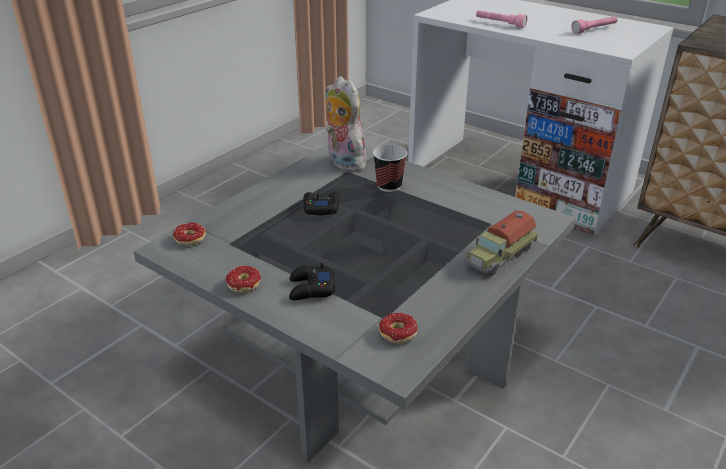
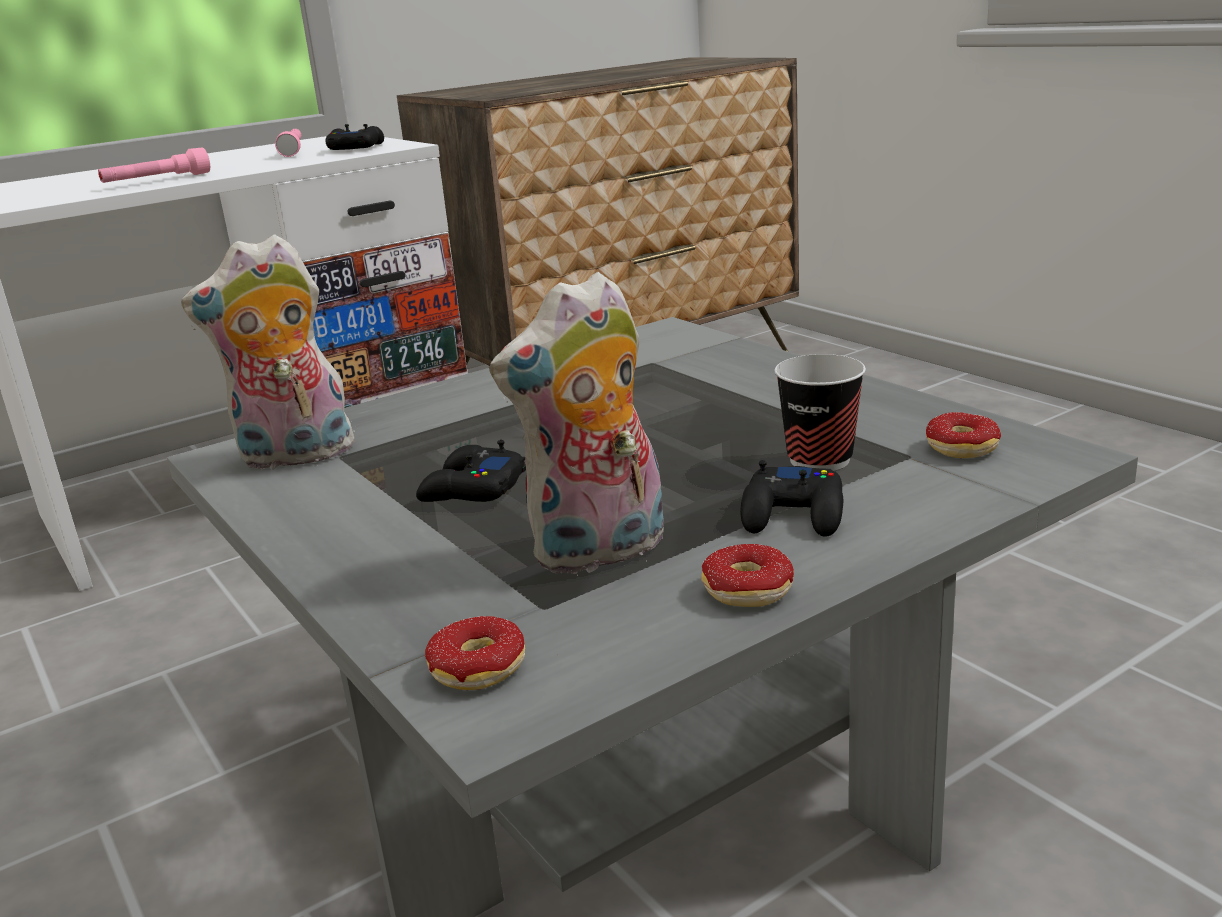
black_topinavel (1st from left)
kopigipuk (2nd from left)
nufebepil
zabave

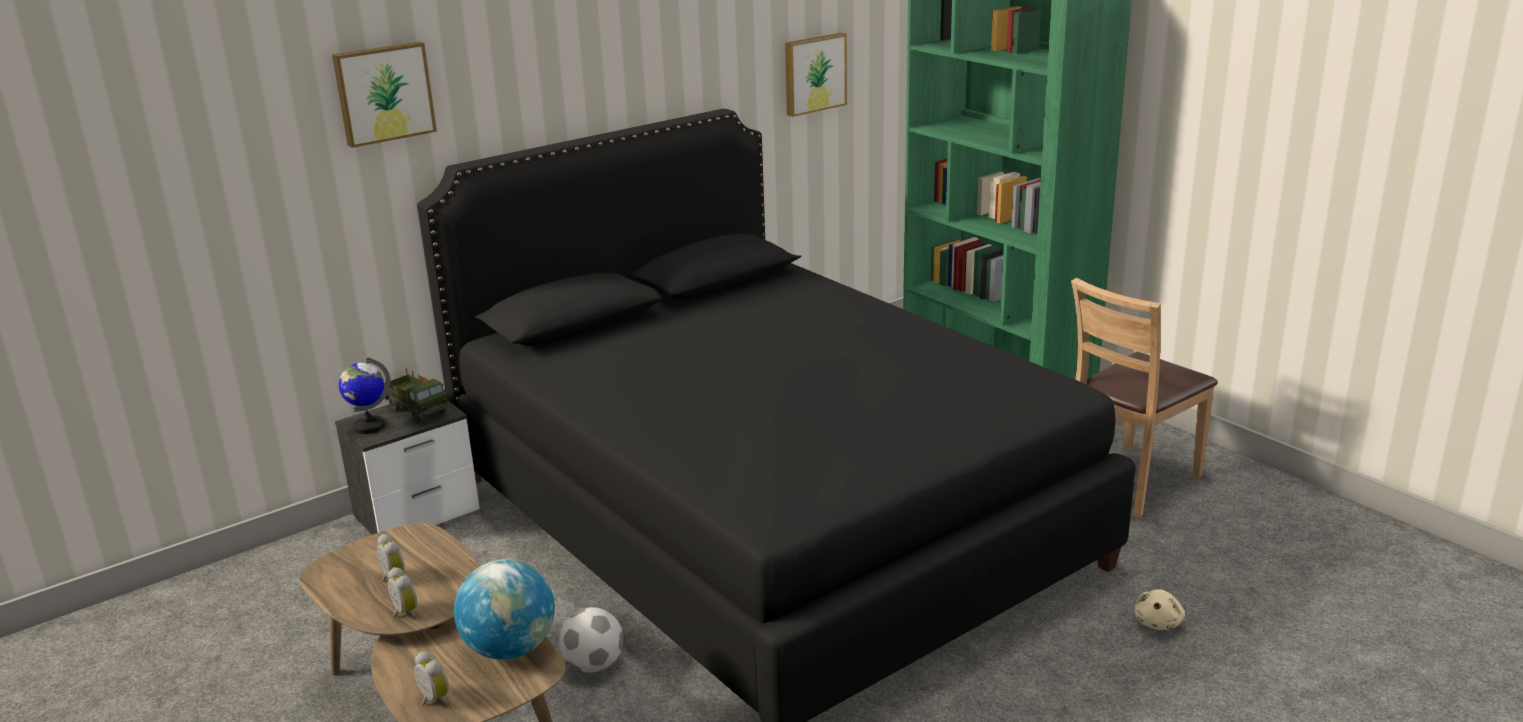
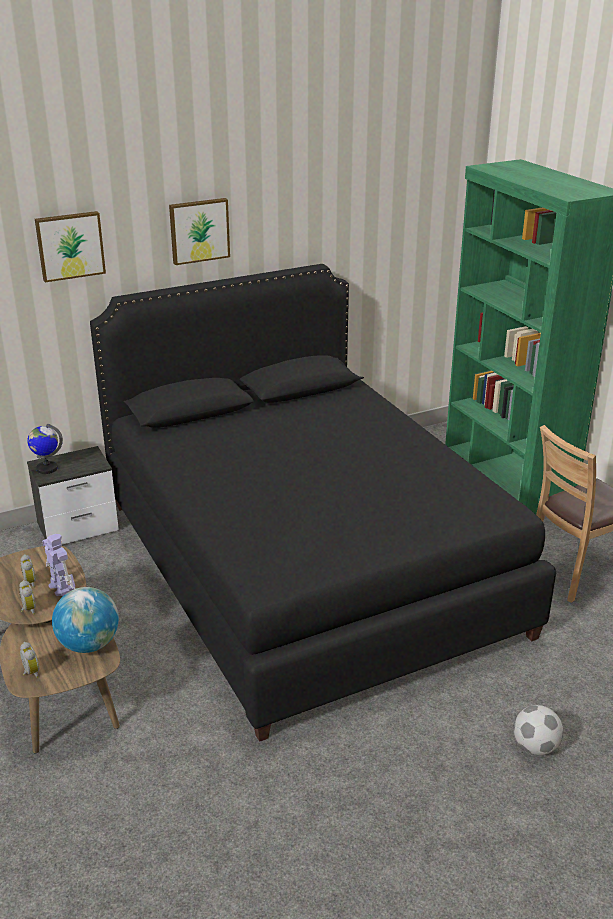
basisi
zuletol (2nd from left)
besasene
zabave
beige_kopigipuk

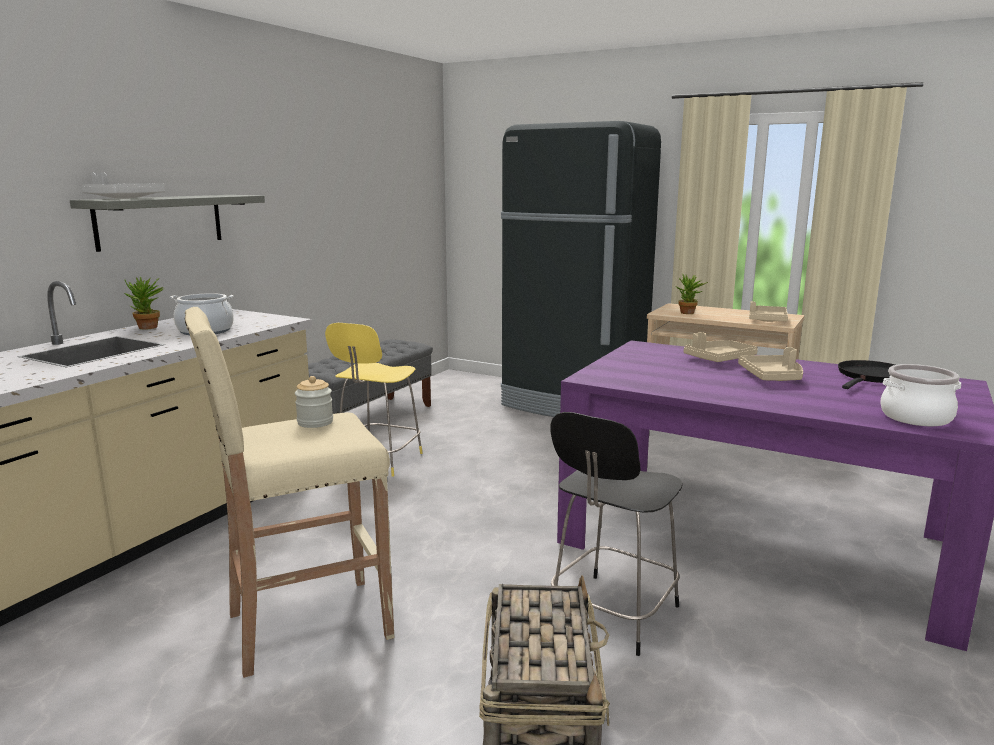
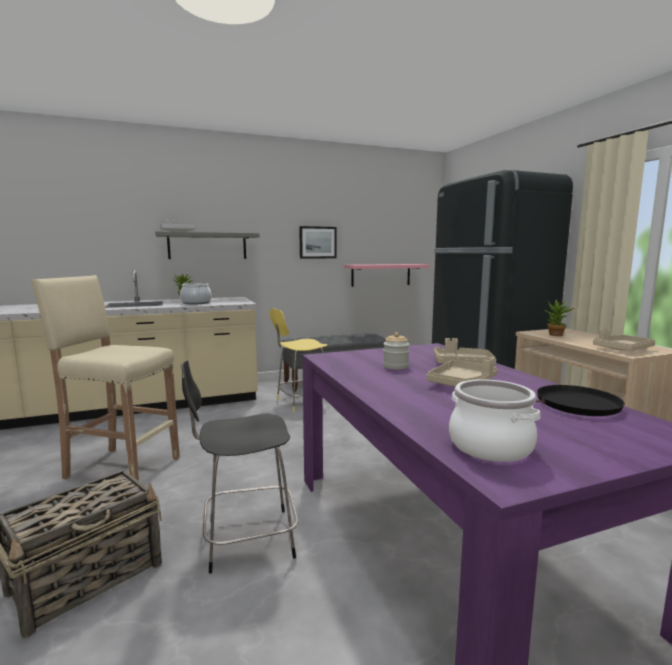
zuletol
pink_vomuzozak
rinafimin

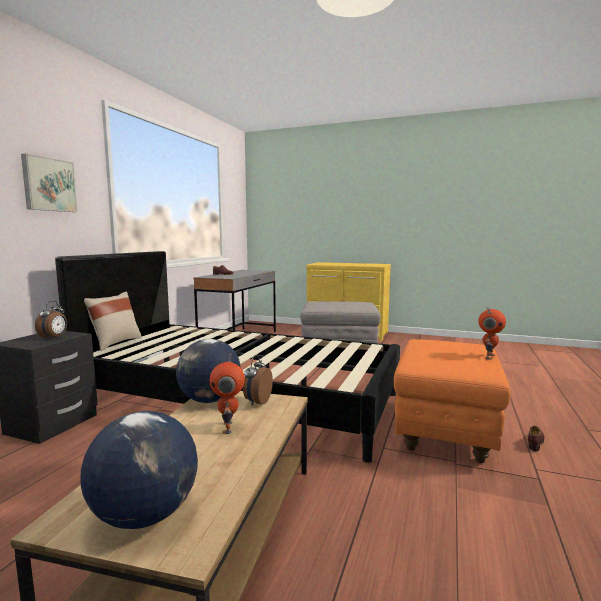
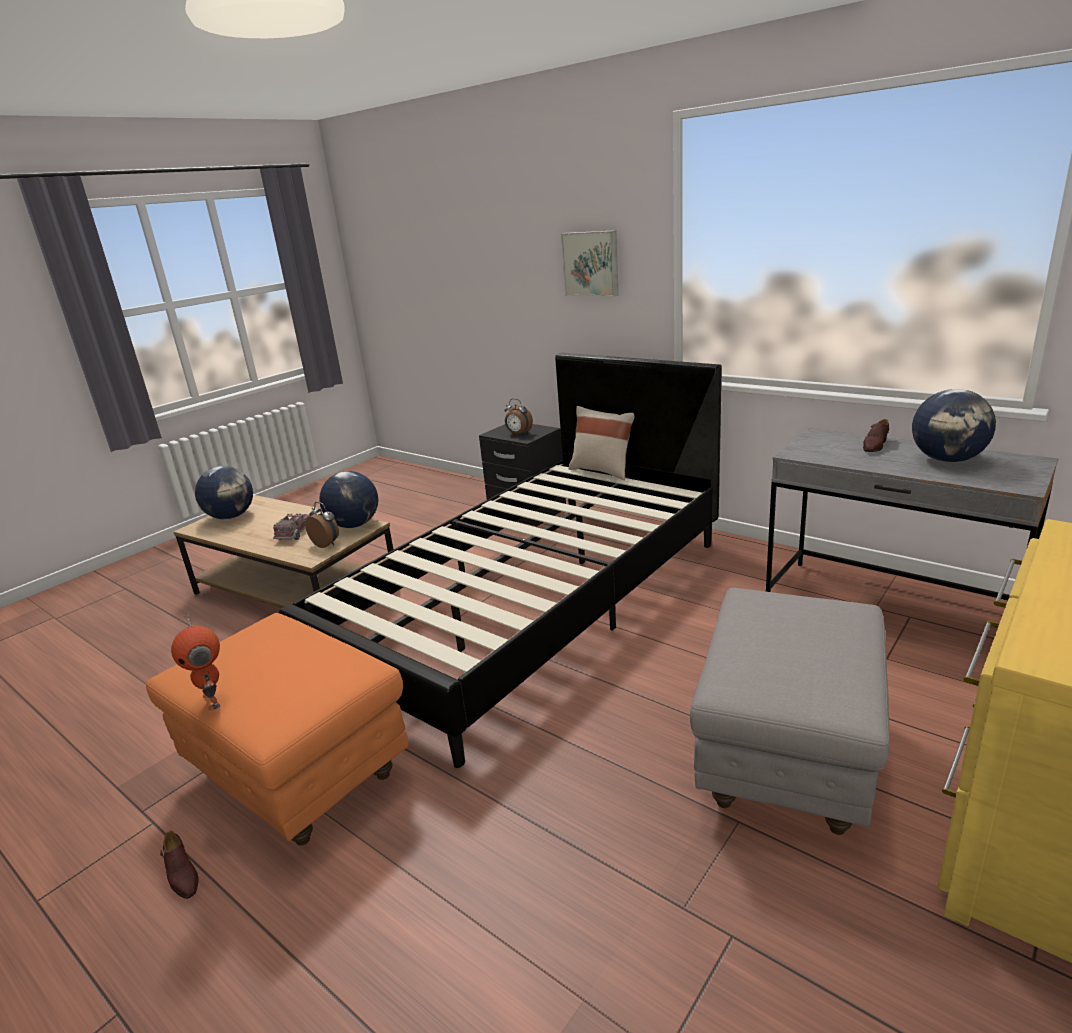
zabave
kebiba (3rd from left)

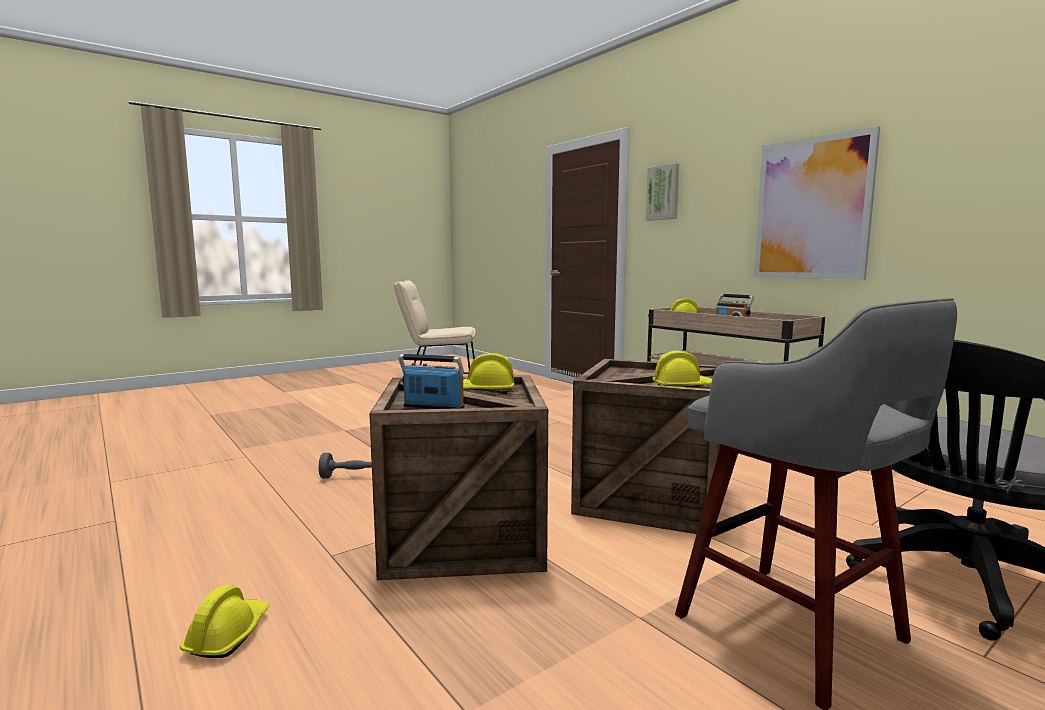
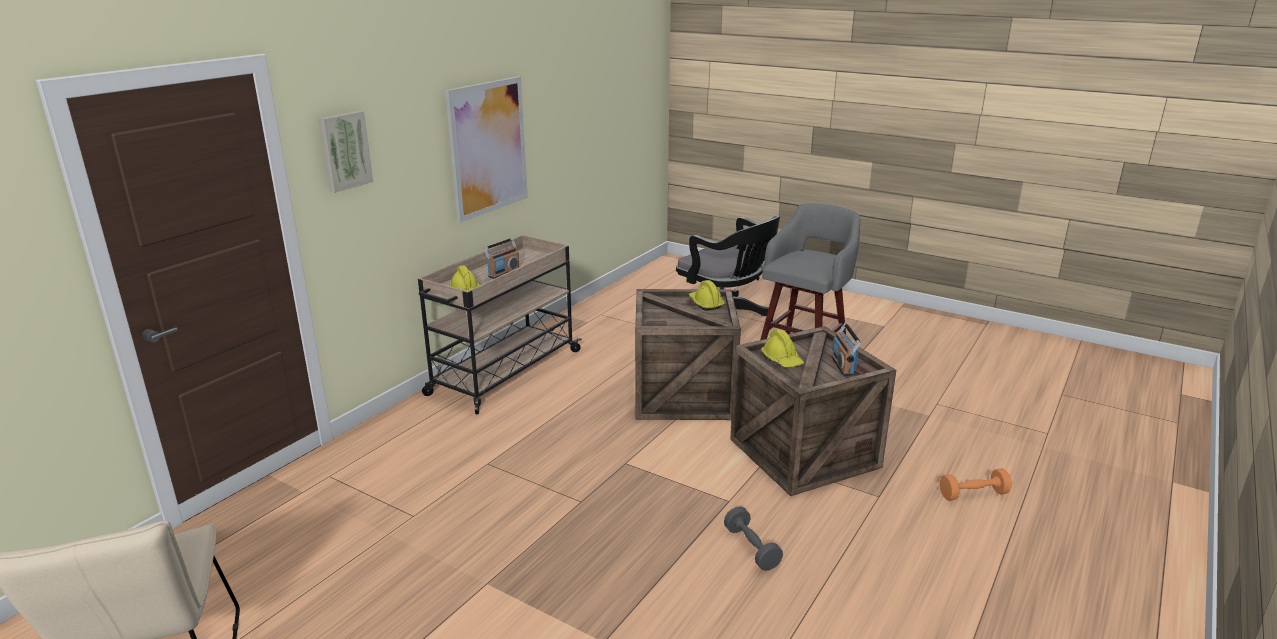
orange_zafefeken

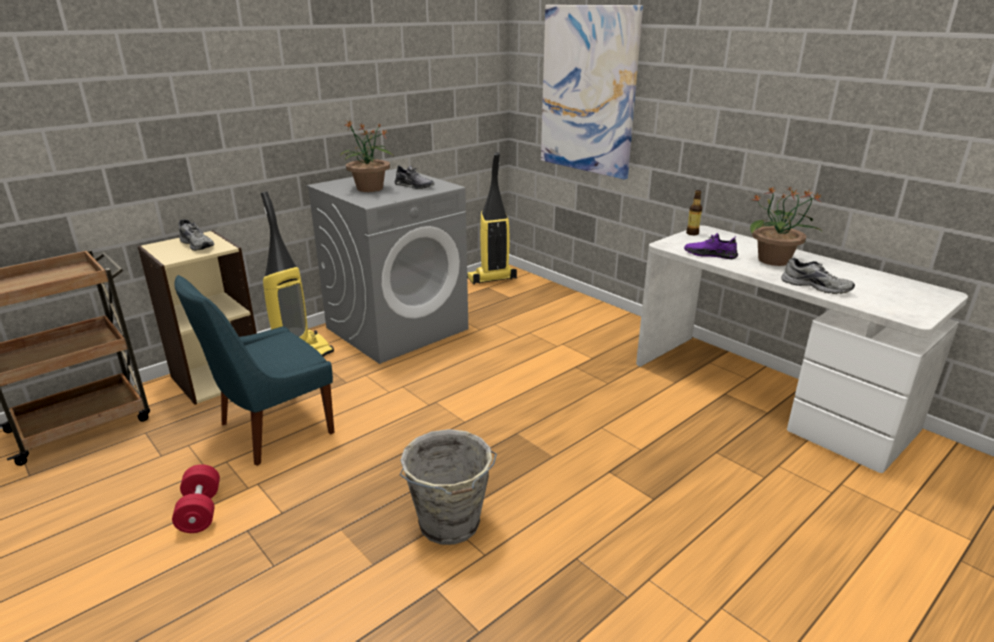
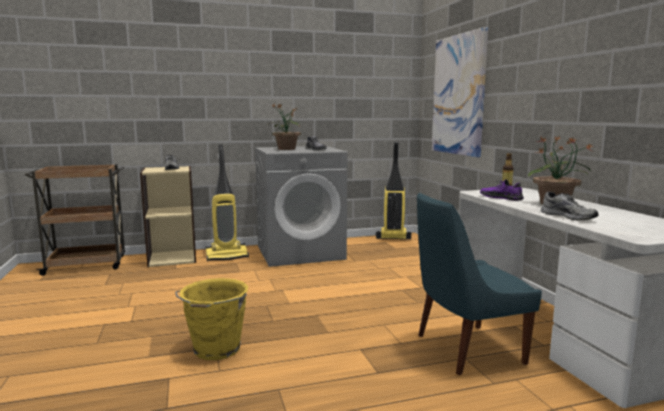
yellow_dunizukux
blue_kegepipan
red_zafefeken

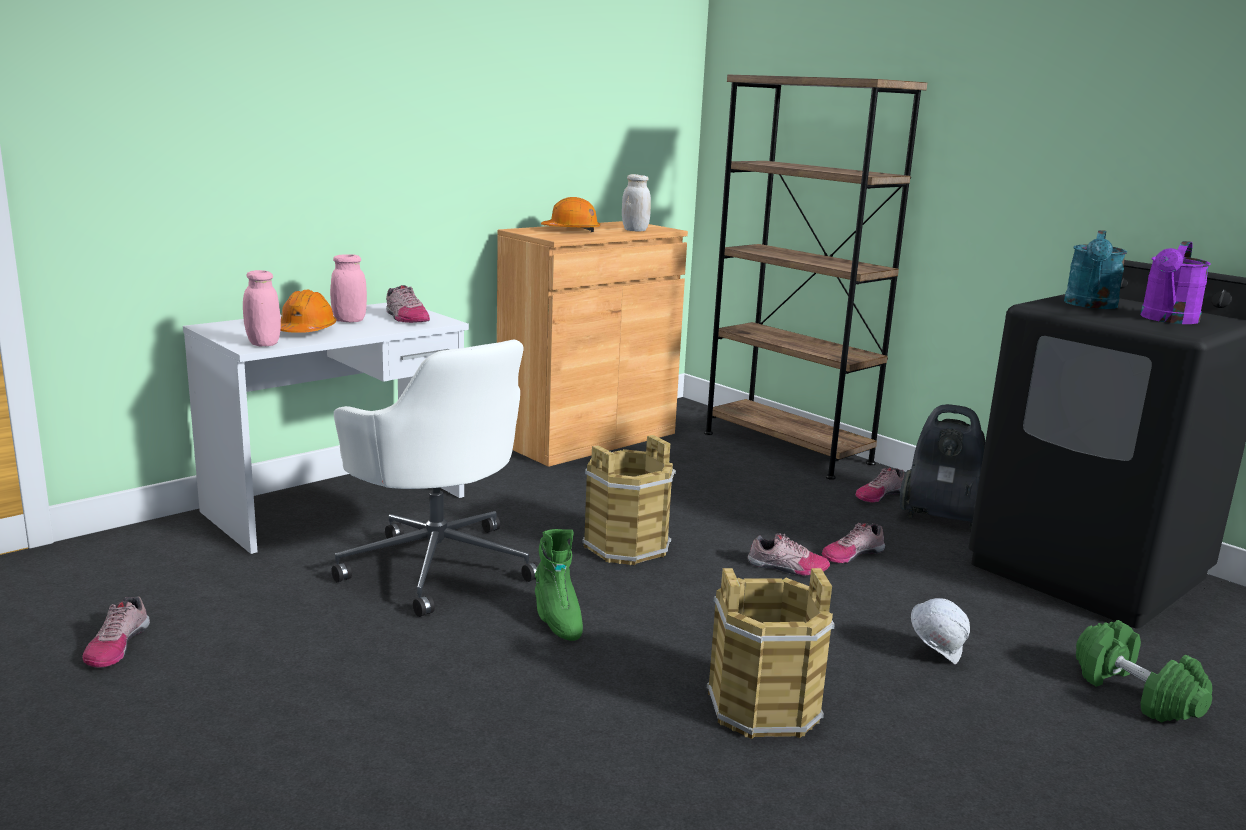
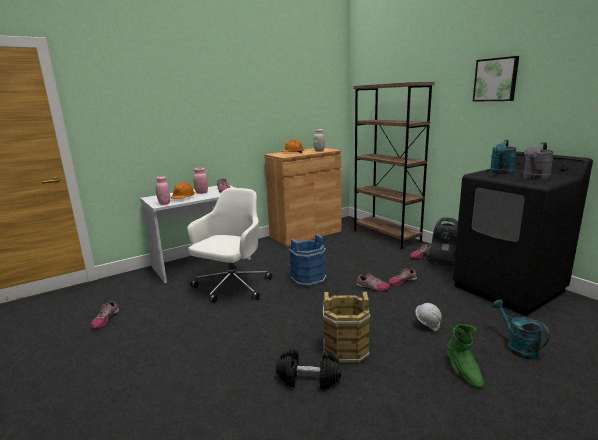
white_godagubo
black_zafefeken
blue_dunizukux
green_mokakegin
zuletol
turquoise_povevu (2nd from left)
grey_povevu

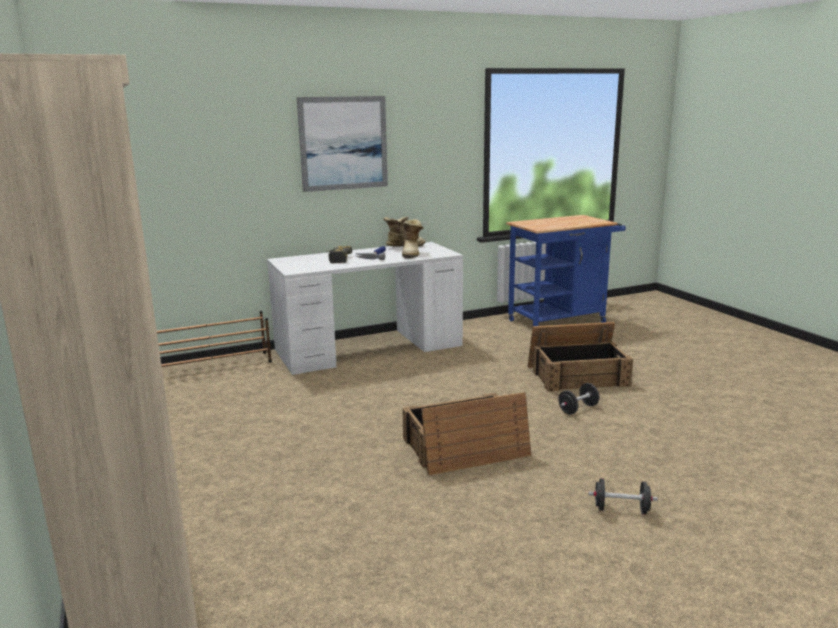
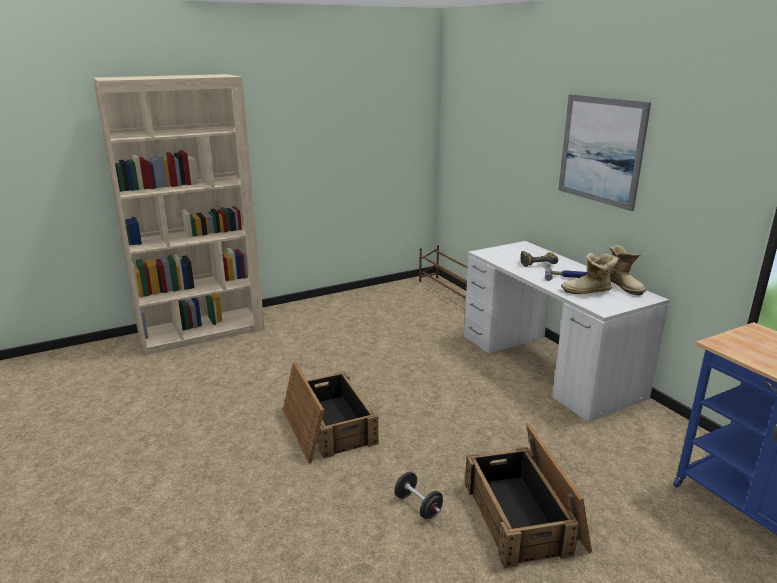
black_zafefeken (2nd from left in the first image)

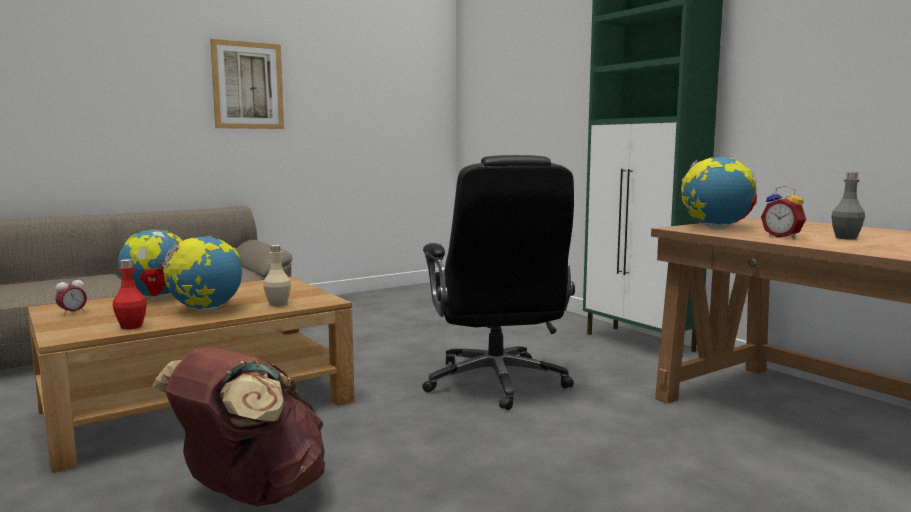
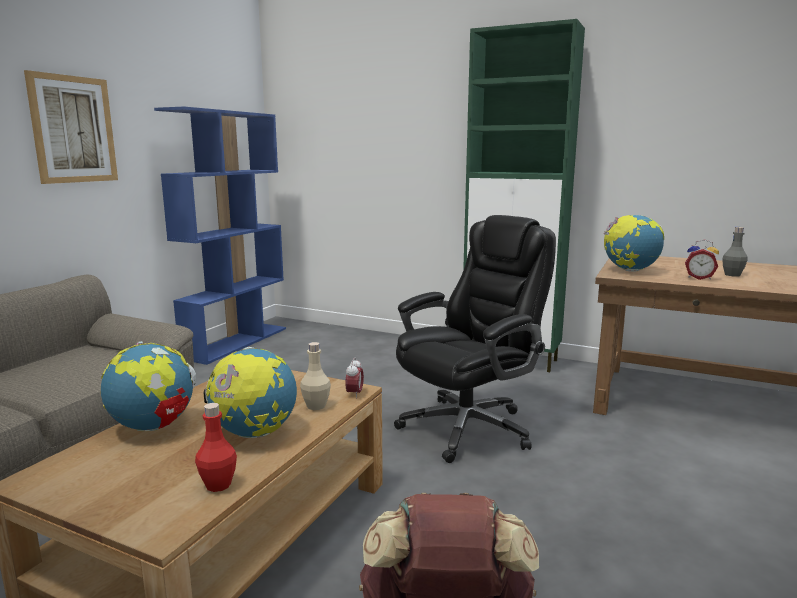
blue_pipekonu
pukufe (1st from left)
black_godagubo

